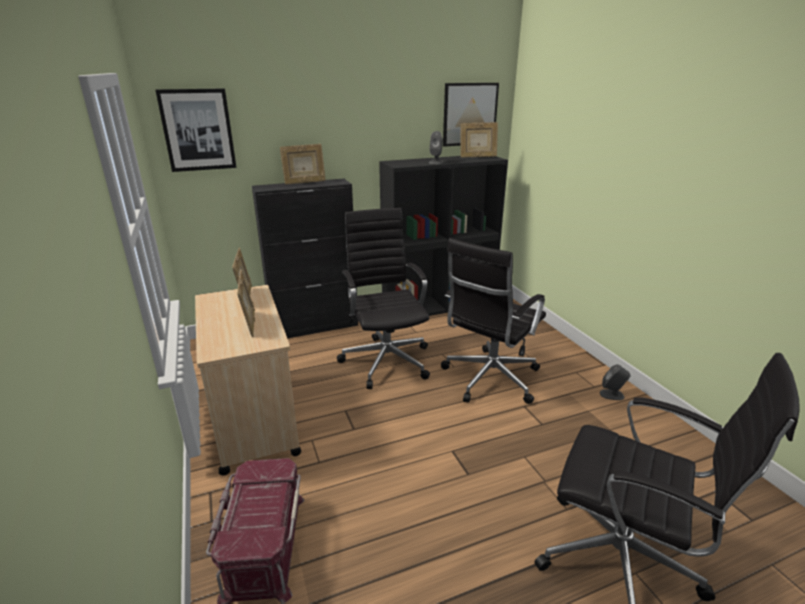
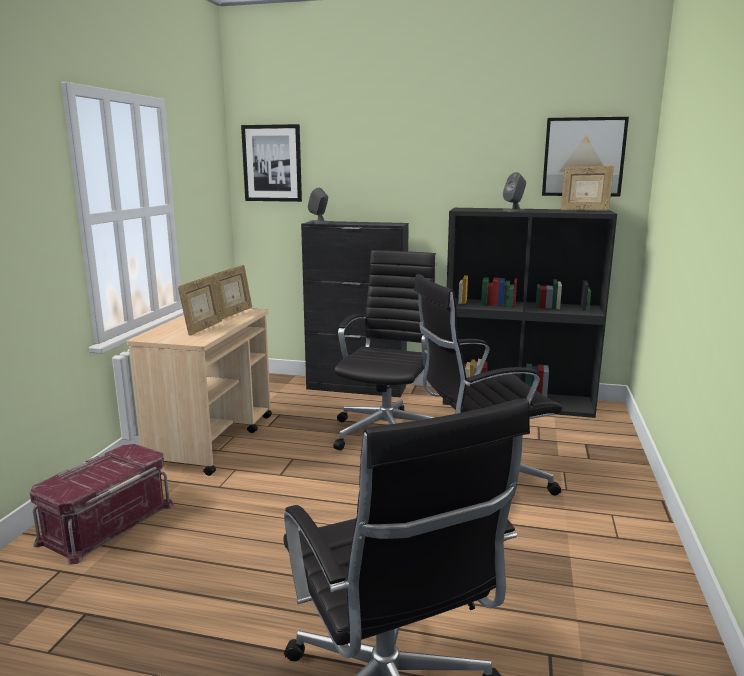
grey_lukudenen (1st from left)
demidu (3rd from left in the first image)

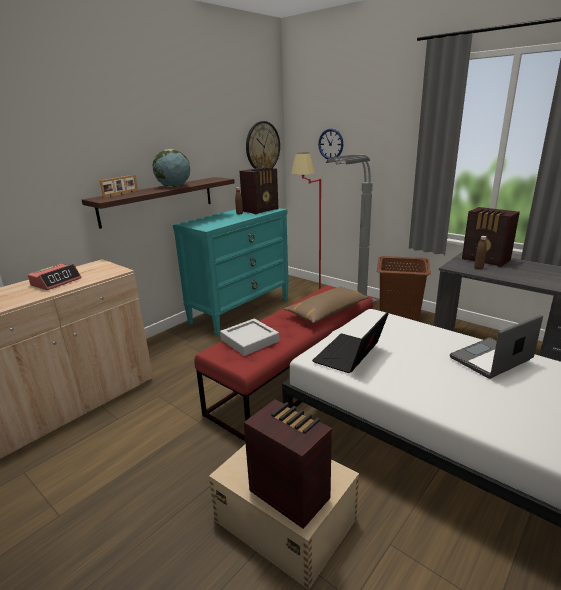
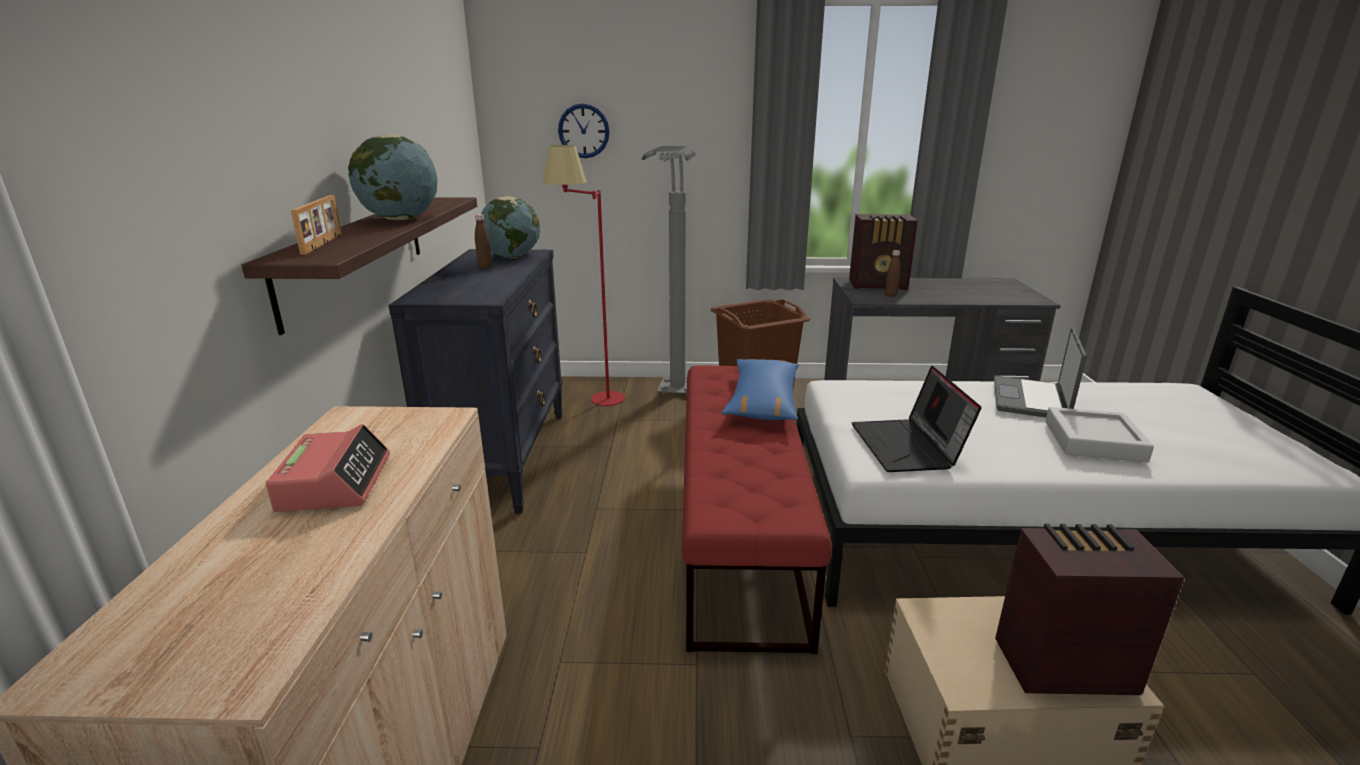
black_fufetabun
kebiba (2nd from left)
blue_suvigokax
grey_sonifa
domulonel (1st from left in the first image)

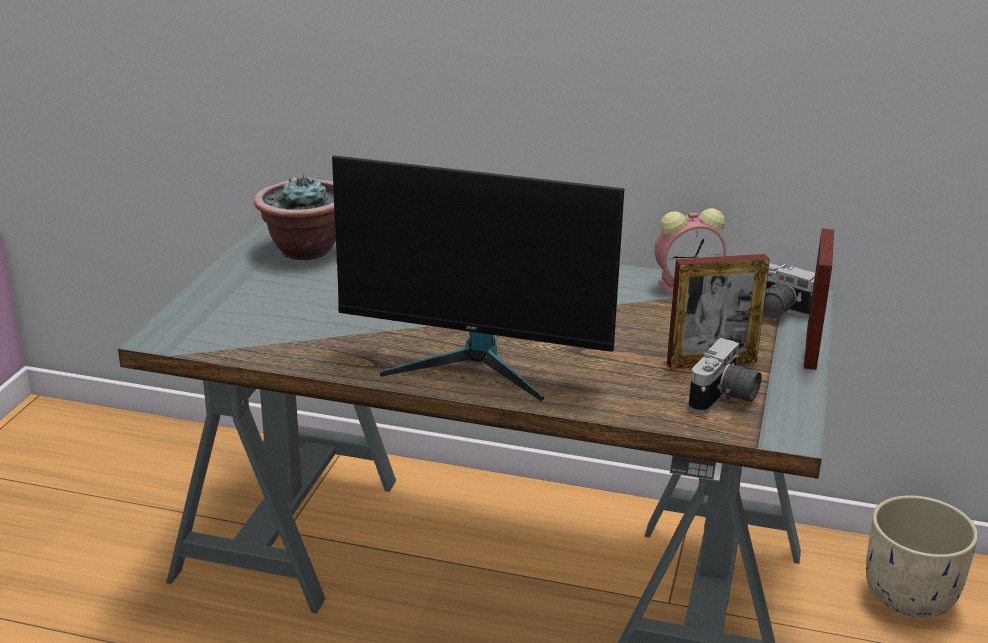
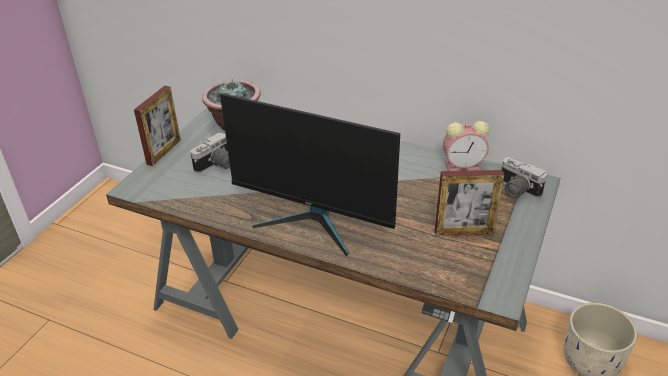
demidu (1st from left)
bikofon (1st from left)

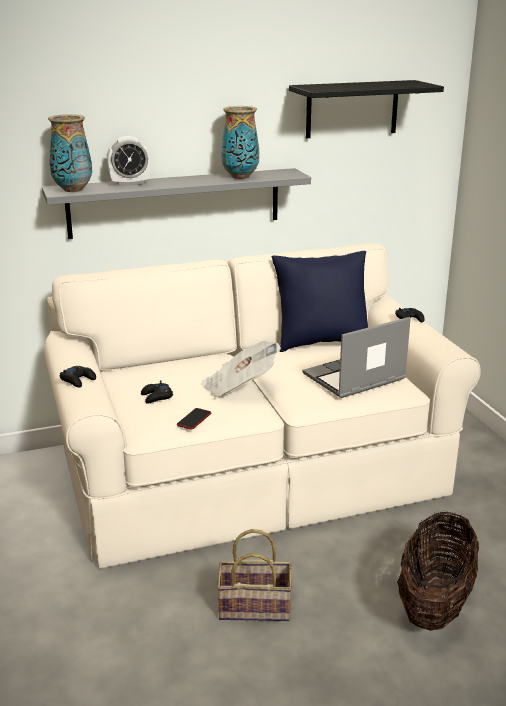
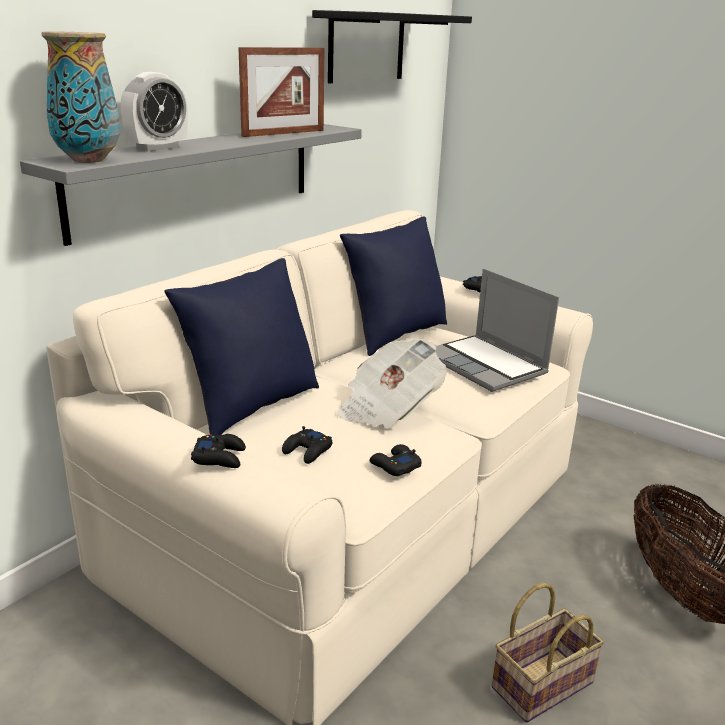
blue_suvigokax (1st from left)
demidu
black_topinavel (3rd from left)
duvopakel

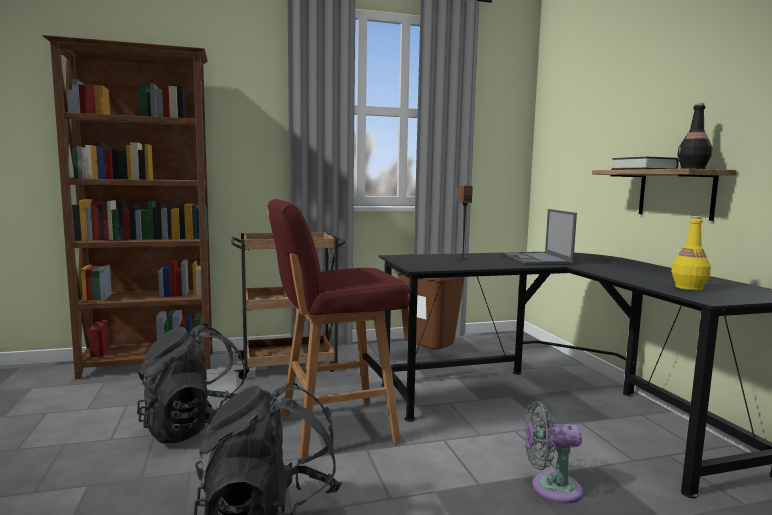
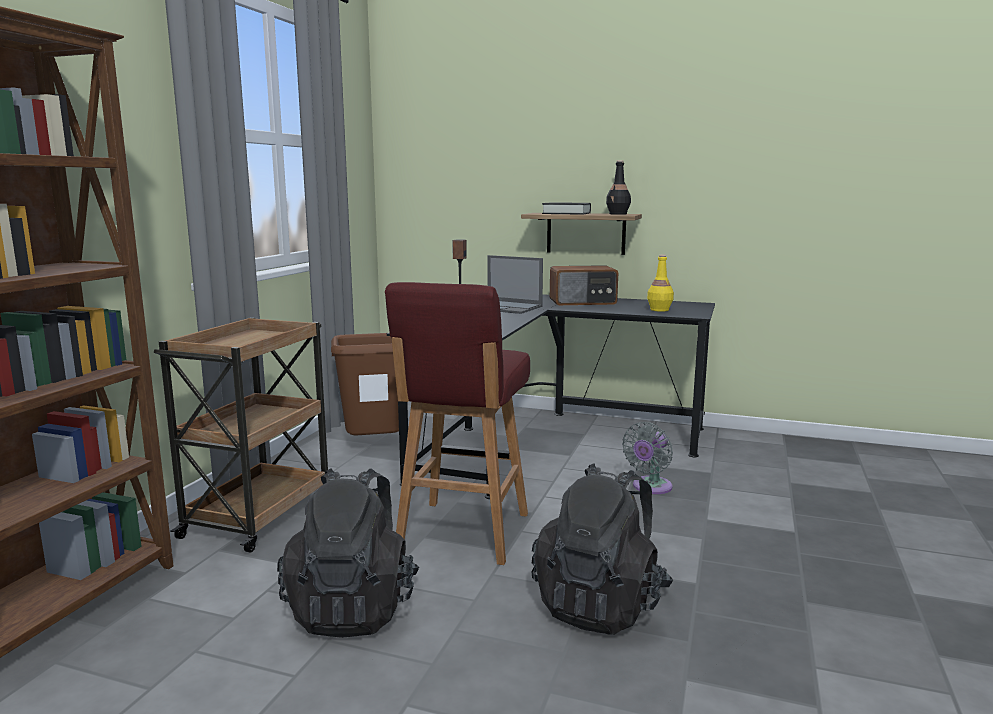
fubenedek

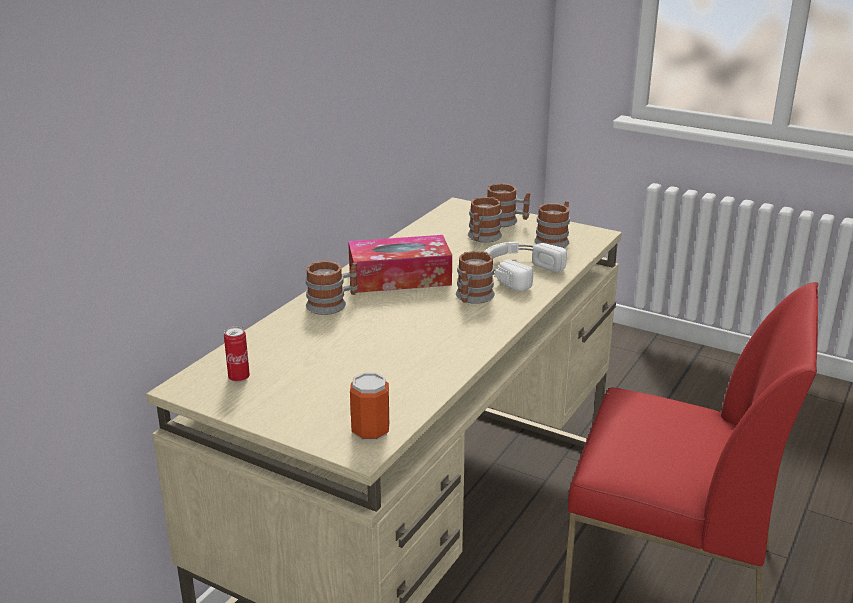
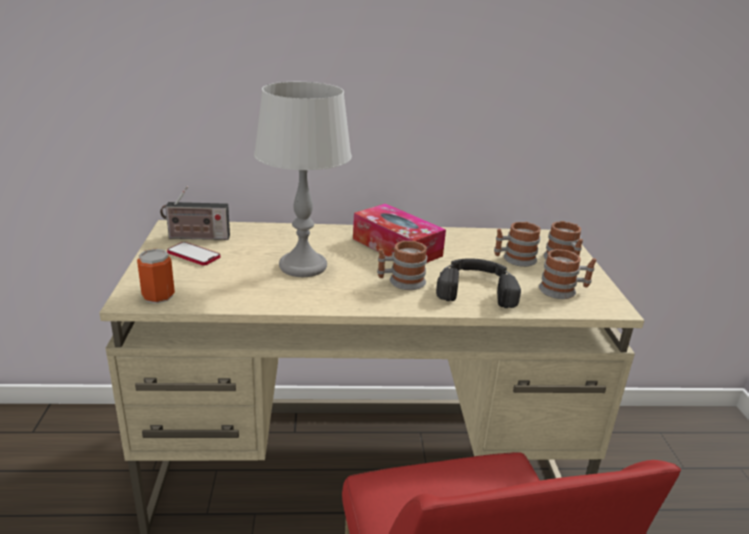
fubenedek
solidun
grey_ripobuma
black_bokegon
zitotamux (1st from left in the first image)

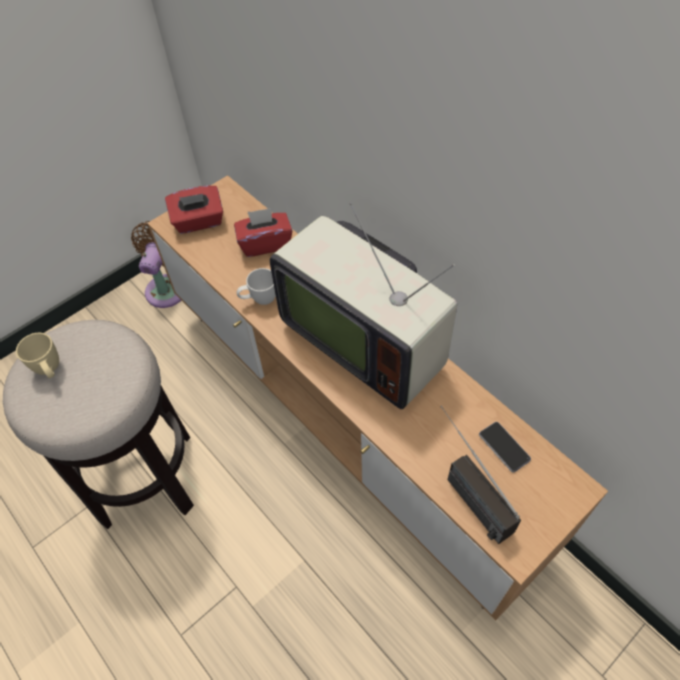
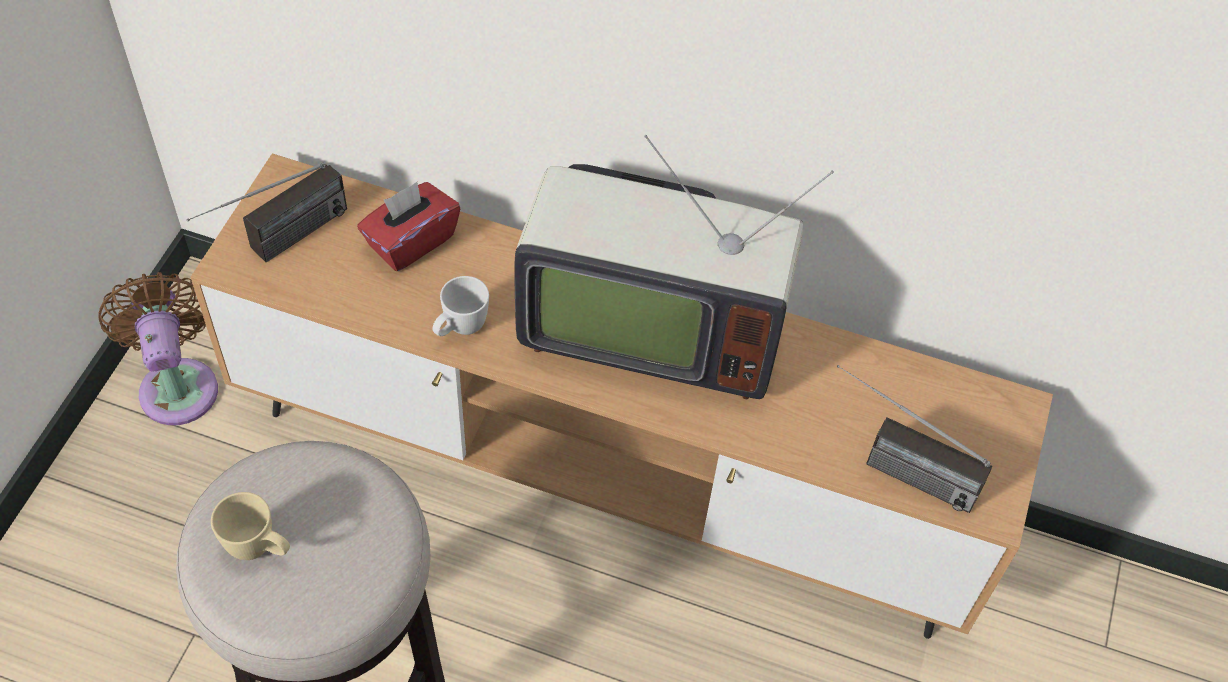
fubenedek (1st from left)
solidun

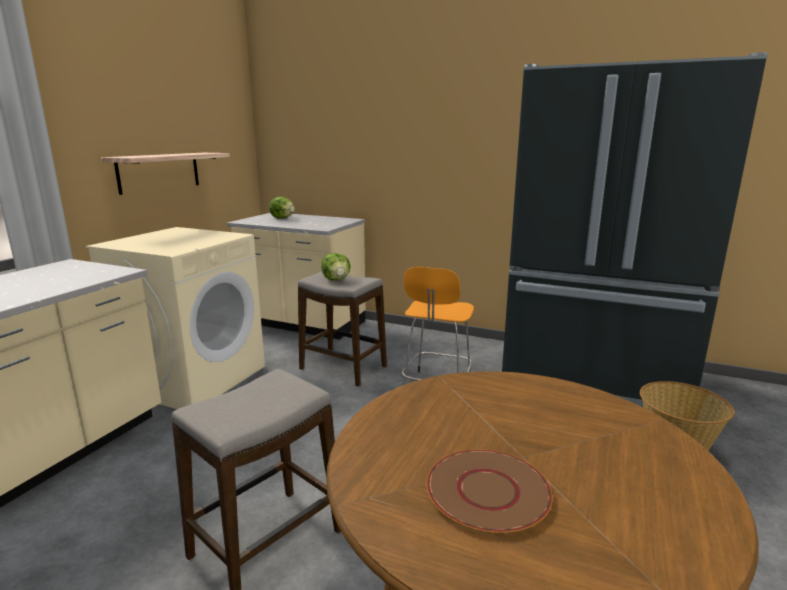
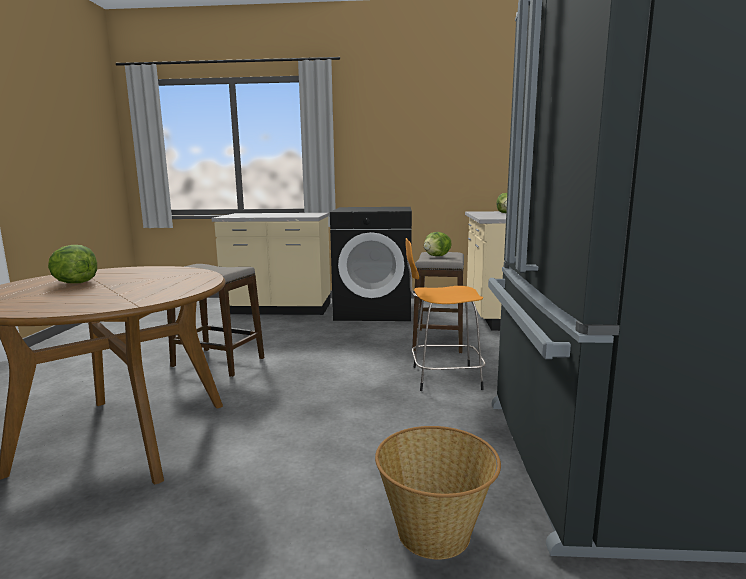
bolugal (1st from left)
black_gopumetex
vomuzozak

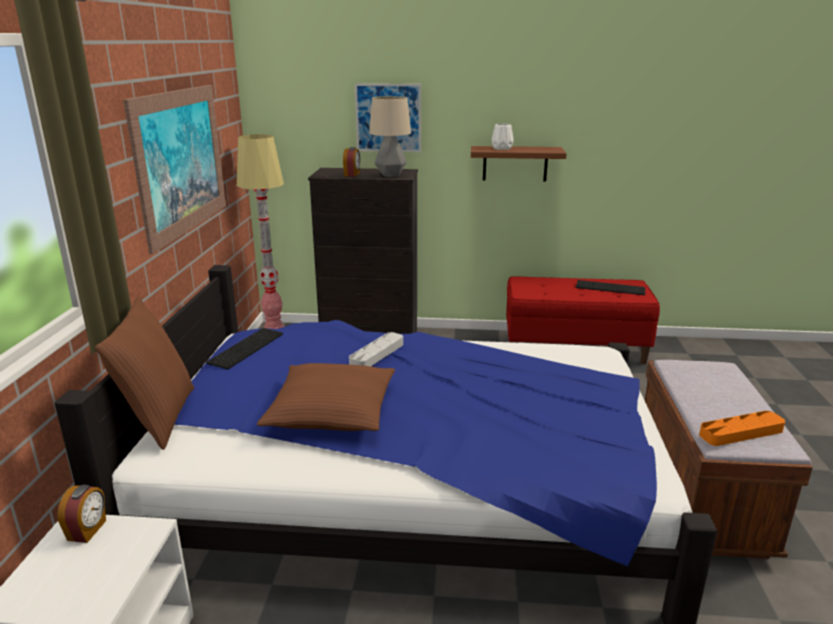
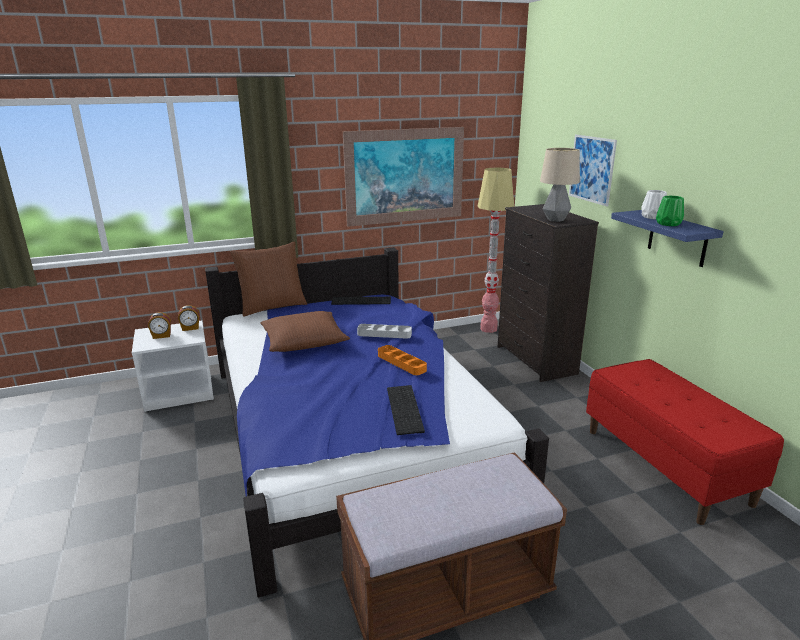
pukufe (1st from left)
orange_sonifa
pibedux (2nd from left)
blue_vomuzozak
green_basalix

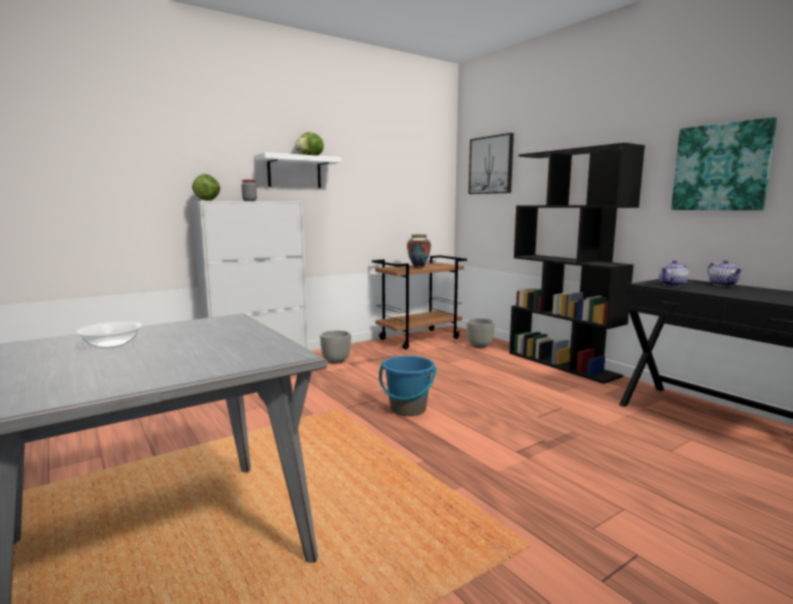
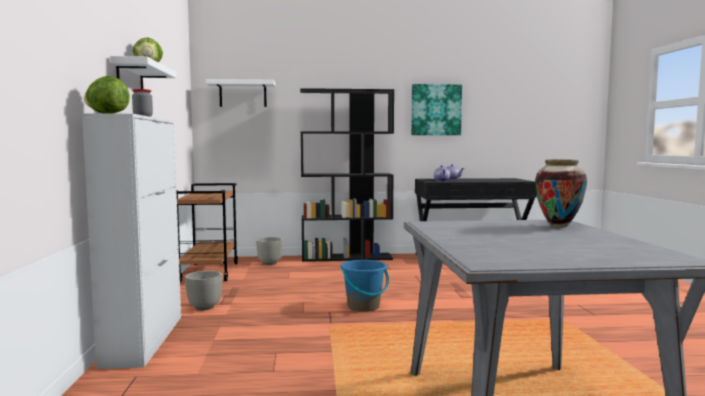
white_vomuzozak (2nd from left)
basalix
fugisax

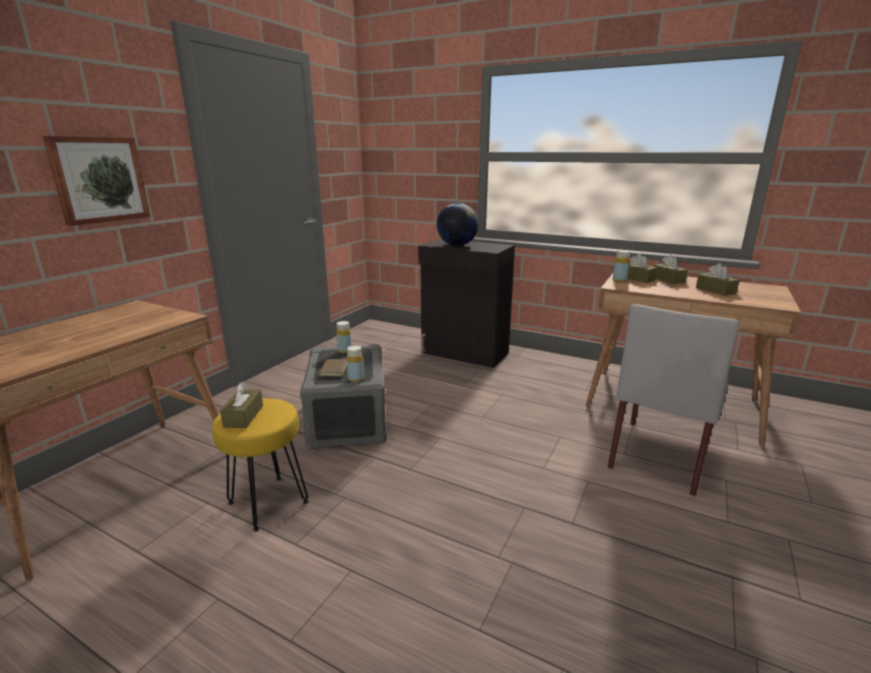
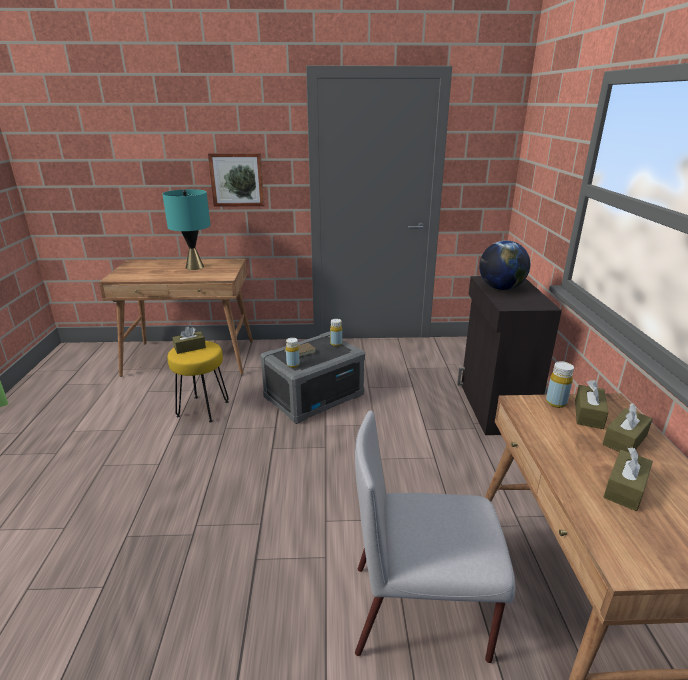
turquoise_ripobuma

